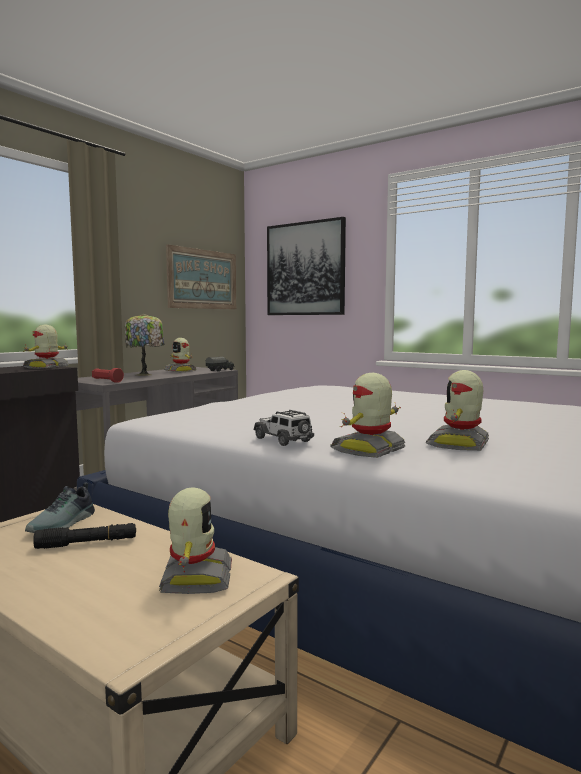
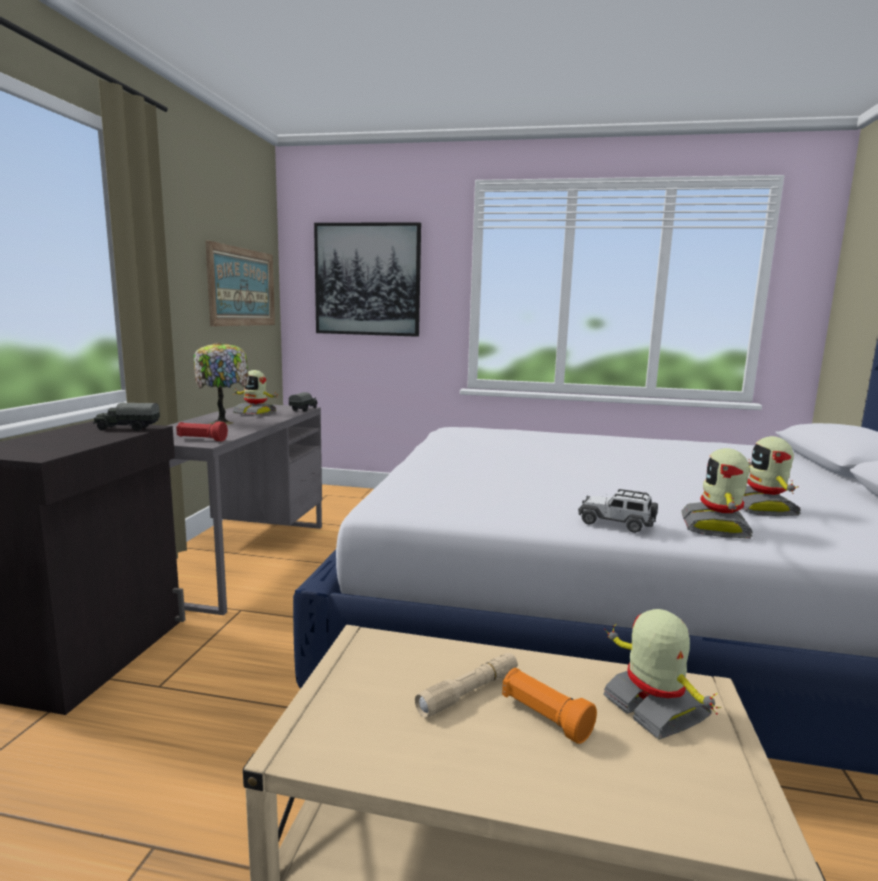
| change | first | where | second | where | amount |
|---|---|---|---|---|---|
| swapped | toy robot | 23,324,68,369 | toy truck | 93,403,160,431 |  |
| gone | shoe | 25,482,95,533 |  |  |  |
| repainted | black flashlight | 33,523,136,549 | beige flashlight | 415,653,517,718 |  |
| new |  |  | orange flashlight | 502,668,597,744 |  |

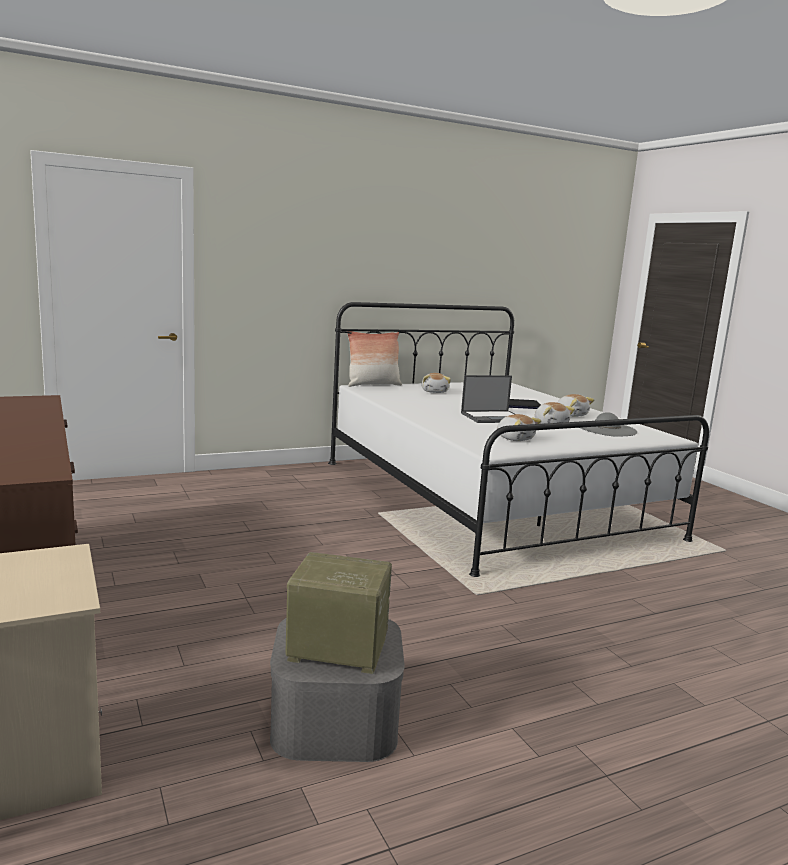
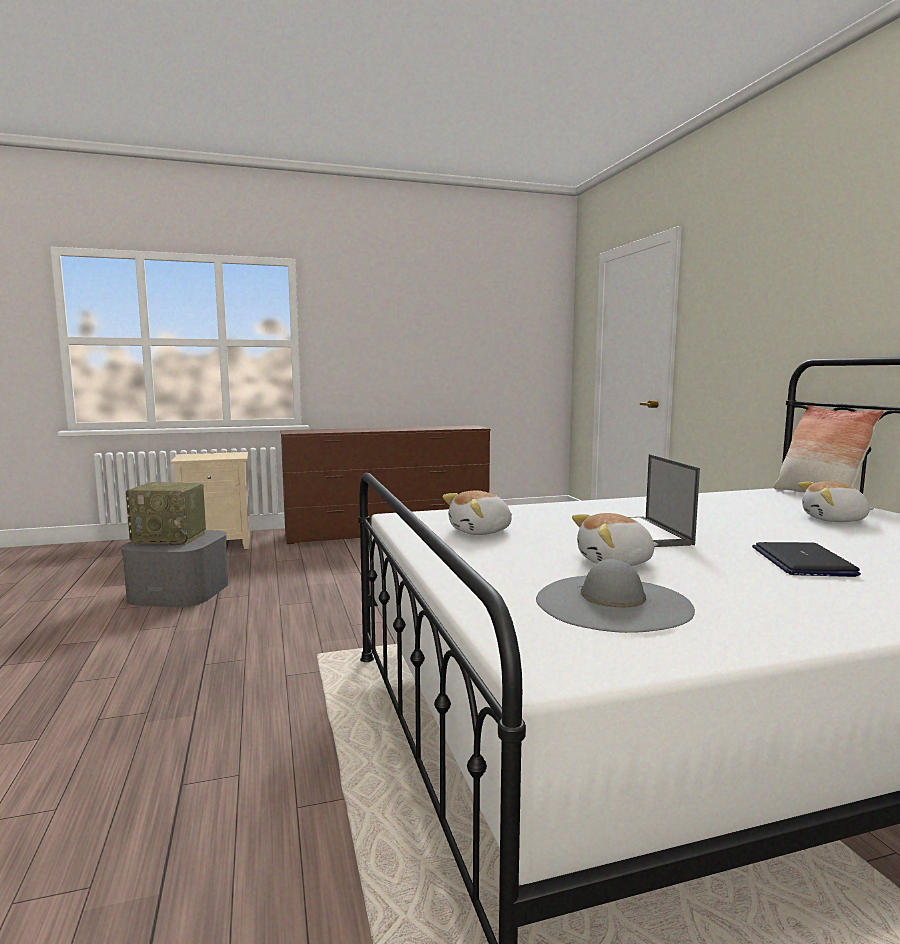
| change | first | where | second | where | amount |
|---|---|---|---|---|---|
| rotated | radio | 285,552,392,674 |  | 126,482,206,545 | 75 degrees clockwise |
| gone | plush toy | 557,394,594,417 |  |  |  |

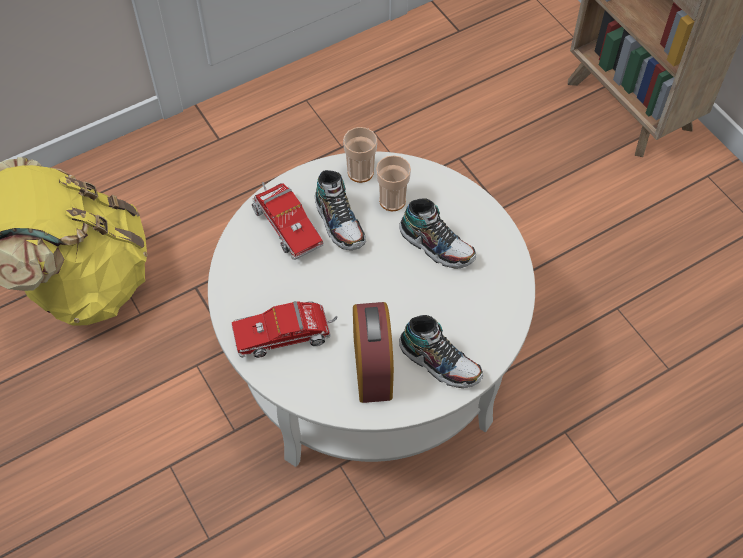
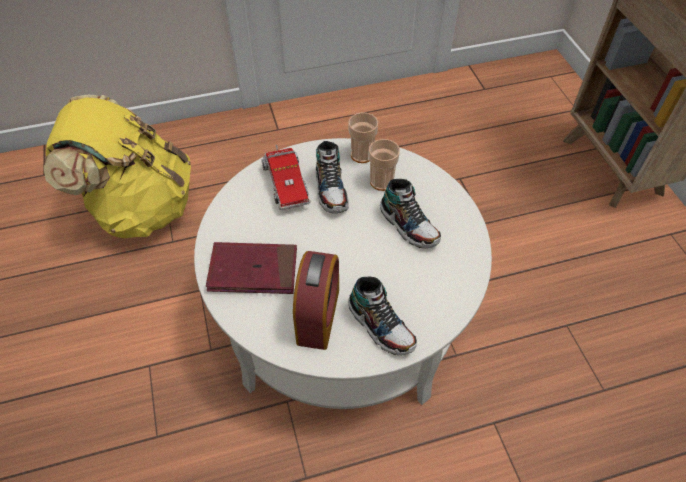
| change | first | where | second | where | amount |
|---|---|---|---|---|---|
| swapped | toy truck | 232,301,337,358 | red book | 206,242,297,294 |  |

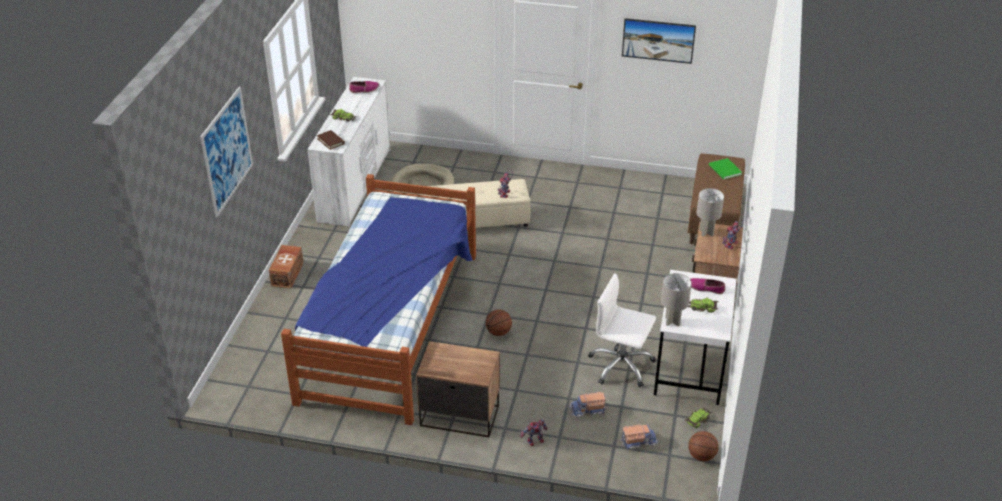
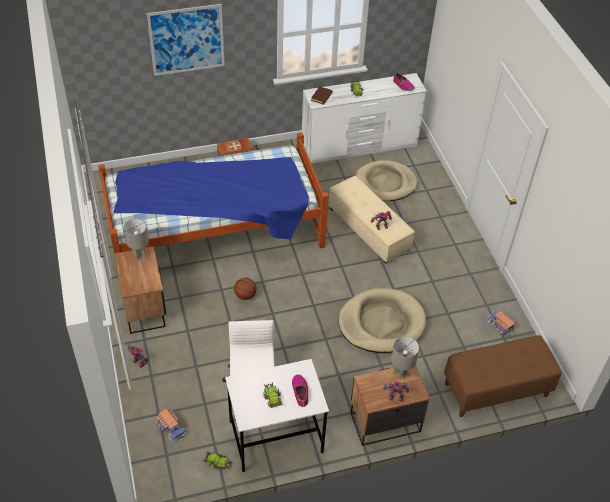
| change | first | where | second | where | amount |
|---|---|---|---|---|---|
| shifted | toy truck | 569,392,606,417 |  | 486,311,515,335 |  |
| gone | picture | 622,18,696,64 |  |  |  |
| shifted | grey table lamp | 661,273,692,326 |  | 123,219,149,260 |  |
| gone | basketball | 688,431,719,461 |  |  |  |
| gone | green book | 709,158,742,180 |  |  |  |
| new |  |  | beige dog bed | 338,288,426,353 |  |

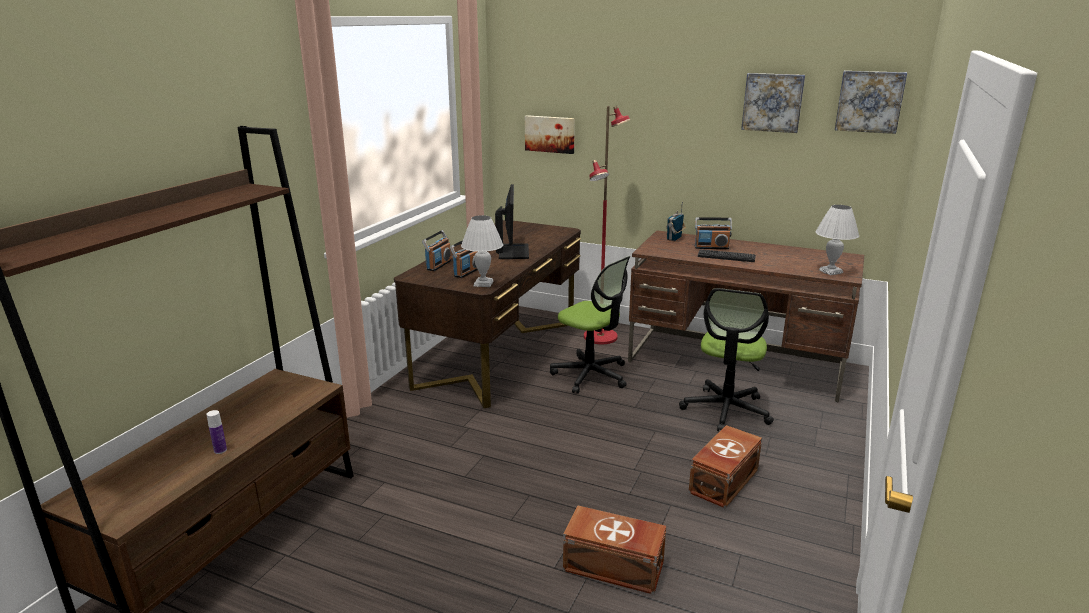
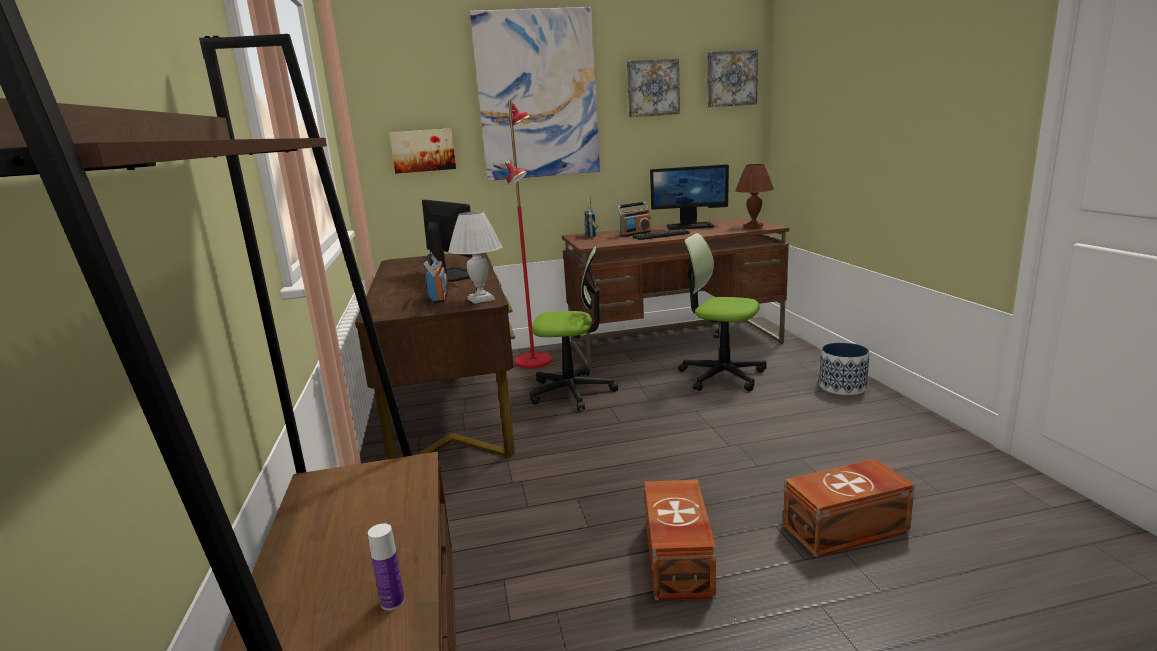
| change | first | where | second | where | amount |
|---|---|---|---|---|---|
| gone | radio | 422,230,452,271 |  |  |  |
| rotated | office chair | 679,288,774,431 |  | 678,233,767,392 | 135 degrees clockwise |
| shifted | brown storage box | 688,425,762,508 |  | 645,480,716,600 |  |
| repainted | white table lamp | 815,205,859,275 | brown table lamp | 735,164,774,228 |  |
| new |  |  | picture | 470,7,600,181 |  |
| new |  |  | monitor | 650,164,729,230 |  |
| new |  |  | planter | 819,342,870,395 |  |

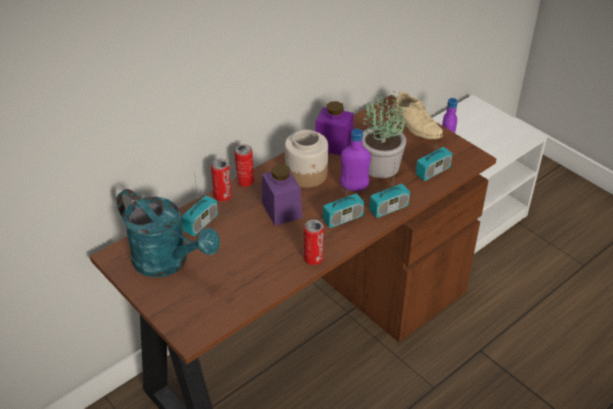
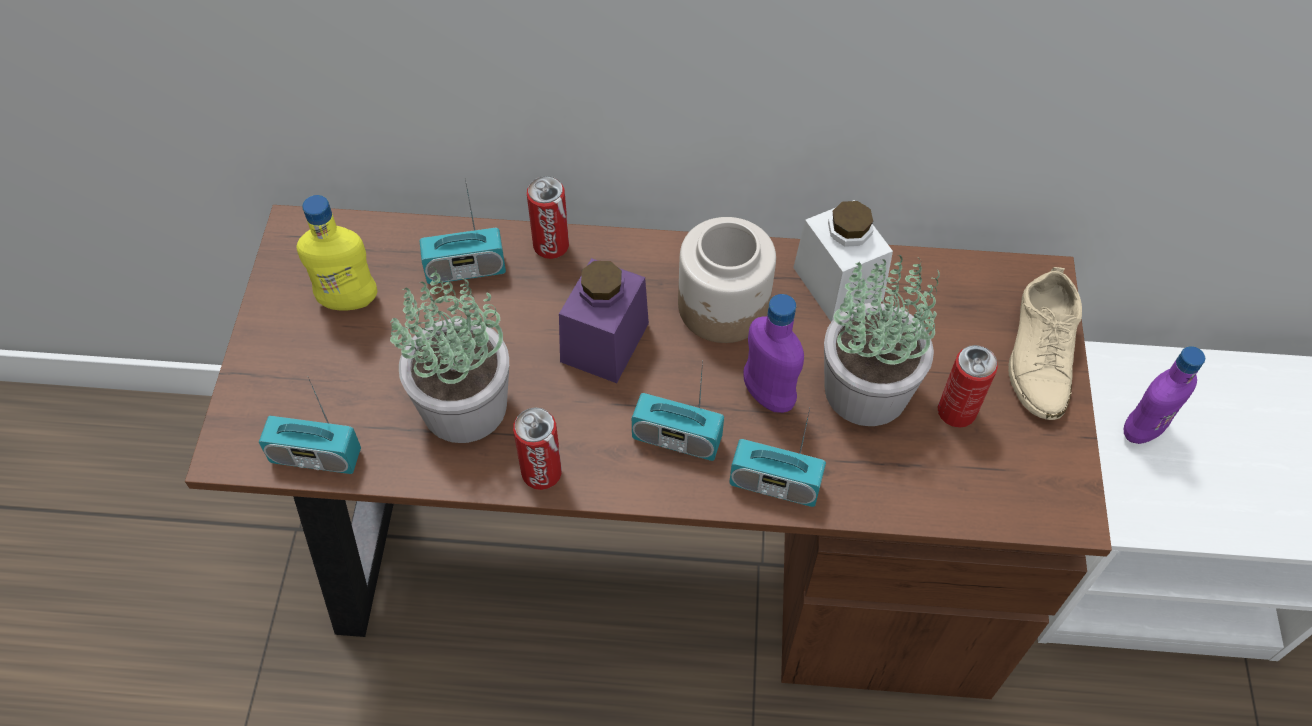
| change | first | where | second | where | amount |
|---|---|---|---|---|---|
| swapped | turquoise watering can | 116,189,220,278 | yellow bottle | 296,195,377,311 |  |
| shifted | can | 235,144,254,187 |  | 938,345,998,428 |  |
| repainted | purple jar | 315,101,354,155 | white jar | 793,200,893,322 |  |
| shifted | radio | 416,126,453,181 |  | 259,377,361,474 |  |
| new |  |  | potted plant | 390,267,509,443 |  |

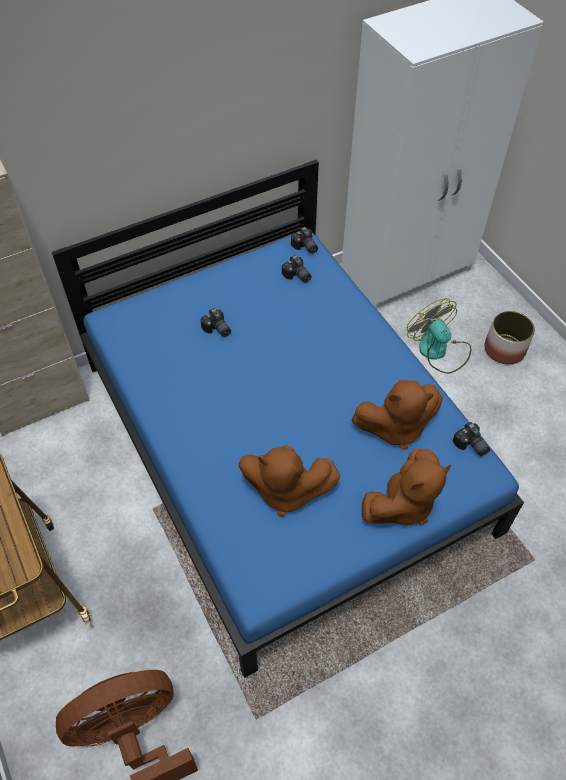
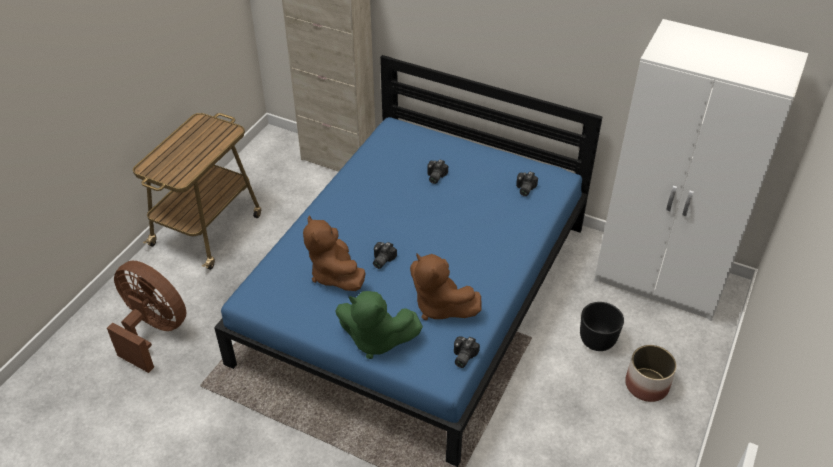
| change | first | where | second | where | amount |
|---|---|---|---|---|---|
| shifted | photo camera | 291,227,318,254 |  | 373,242,397,269 |  |
| repainted | brown plush toy | 362,448,451,525 | green plush toy | 335,291,423,359 |  |
| swapped | fan | 407,298,471,374 | black planter | 580,302,624,351 |  |

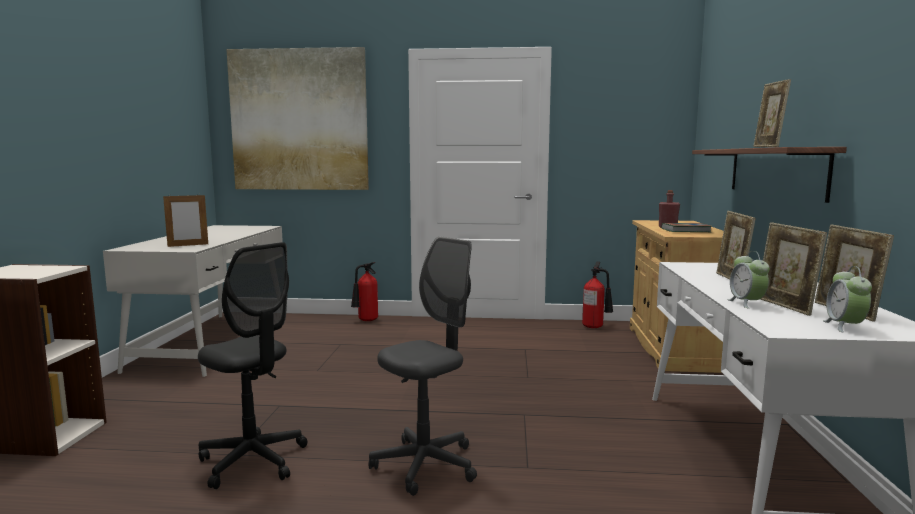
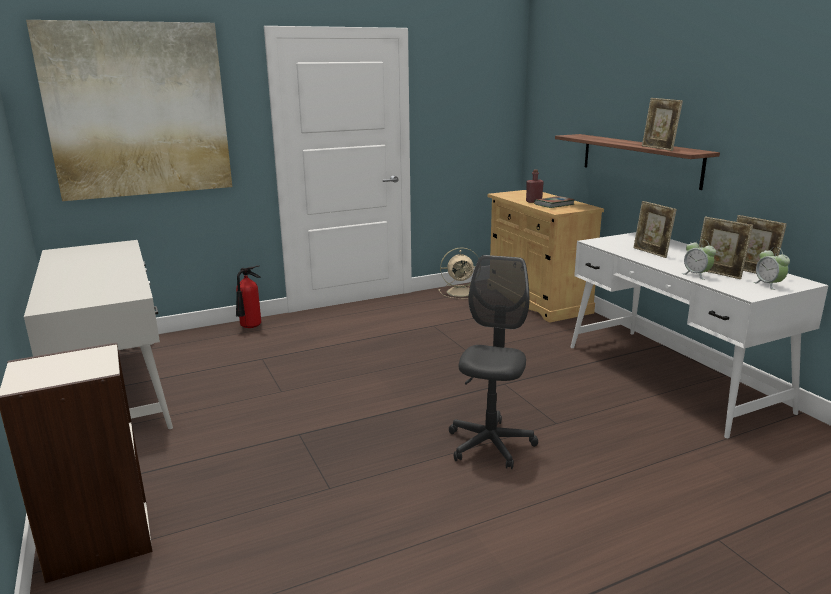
| change | first | where | second | where | amount |
|---|---|---|---|---|---|
| gone | picture frame | 163,194,208,247 |  |  |  |
| gone | black office chair | 198,242,307,489 |  |  |  |
| swapped | fire extinguisher | 582,261,613,328 | beige fan | 438,247,479,299 |  |

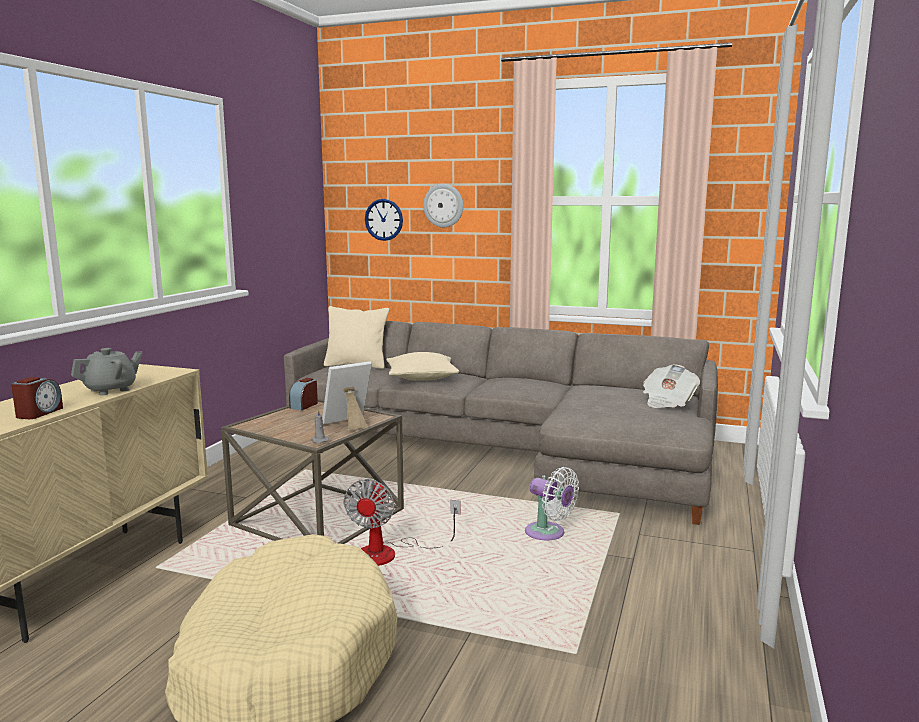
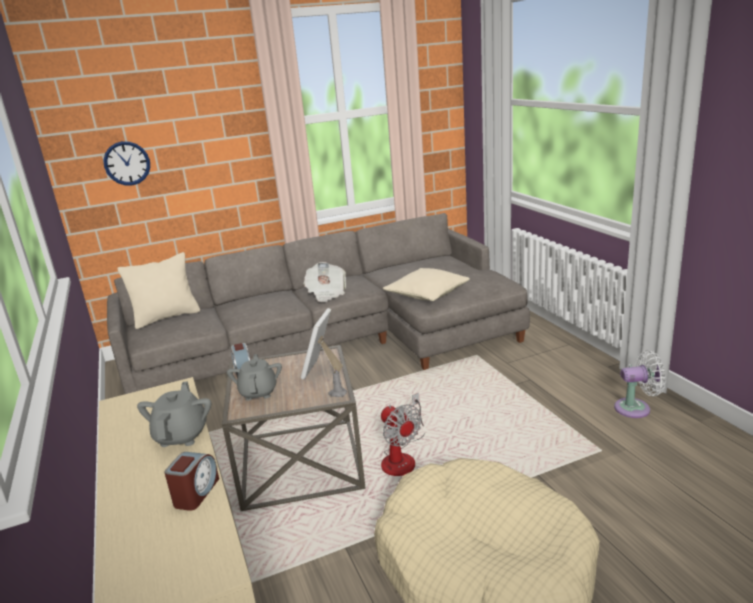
| change | first | where | second | where | amount |
|---|---|---|---|---|---|
| rotated | alarm clock | 11,377,63,419 |  | 164,452,219,511 | 45 degrees clockwise |
| shifted | beige pillow | 386,352,459,381 |  | 383,268,470,301 |  |
| gone | wall clock | 423,184,463,227 |  |  |  |
| shifted | white fan | 525,467,579,540 |  | 614,350,666,418 |  |
| shifted | newspaper | 643,364,700,408 |  | 303,262,346,302 |  |
| new |  |  | grey teapot | 227,354,282,401 |  |

